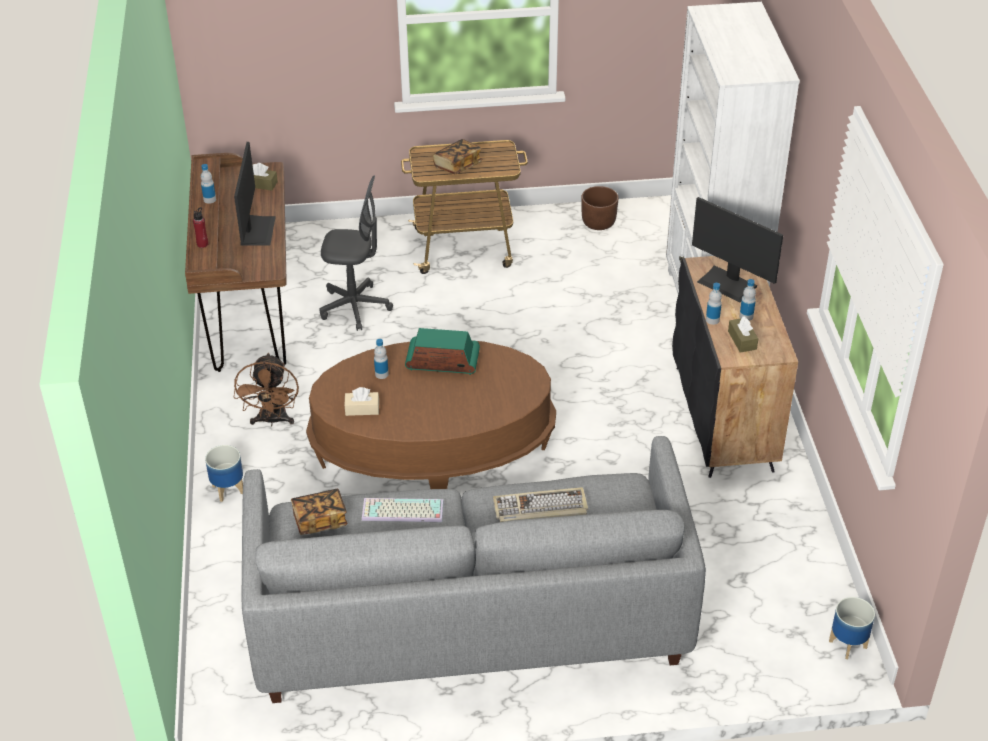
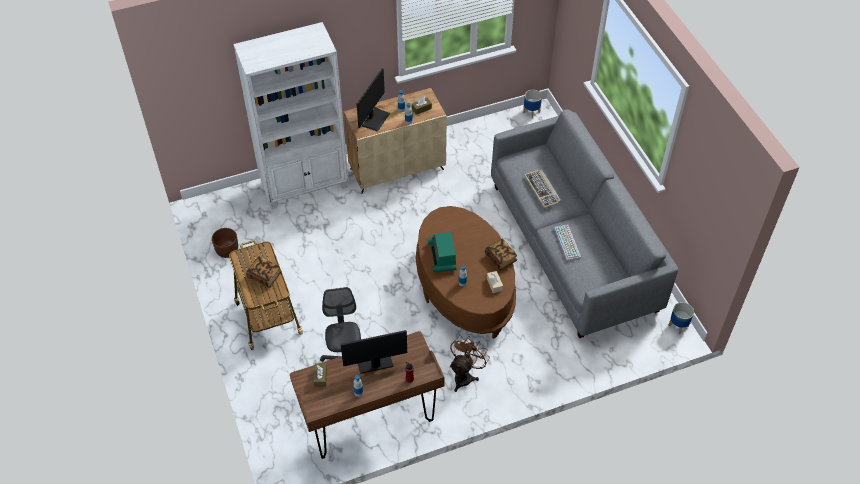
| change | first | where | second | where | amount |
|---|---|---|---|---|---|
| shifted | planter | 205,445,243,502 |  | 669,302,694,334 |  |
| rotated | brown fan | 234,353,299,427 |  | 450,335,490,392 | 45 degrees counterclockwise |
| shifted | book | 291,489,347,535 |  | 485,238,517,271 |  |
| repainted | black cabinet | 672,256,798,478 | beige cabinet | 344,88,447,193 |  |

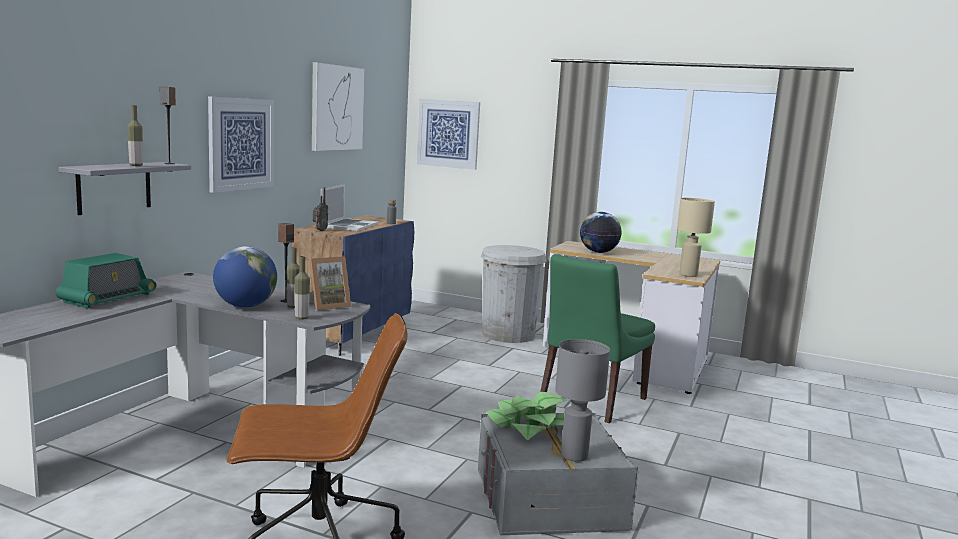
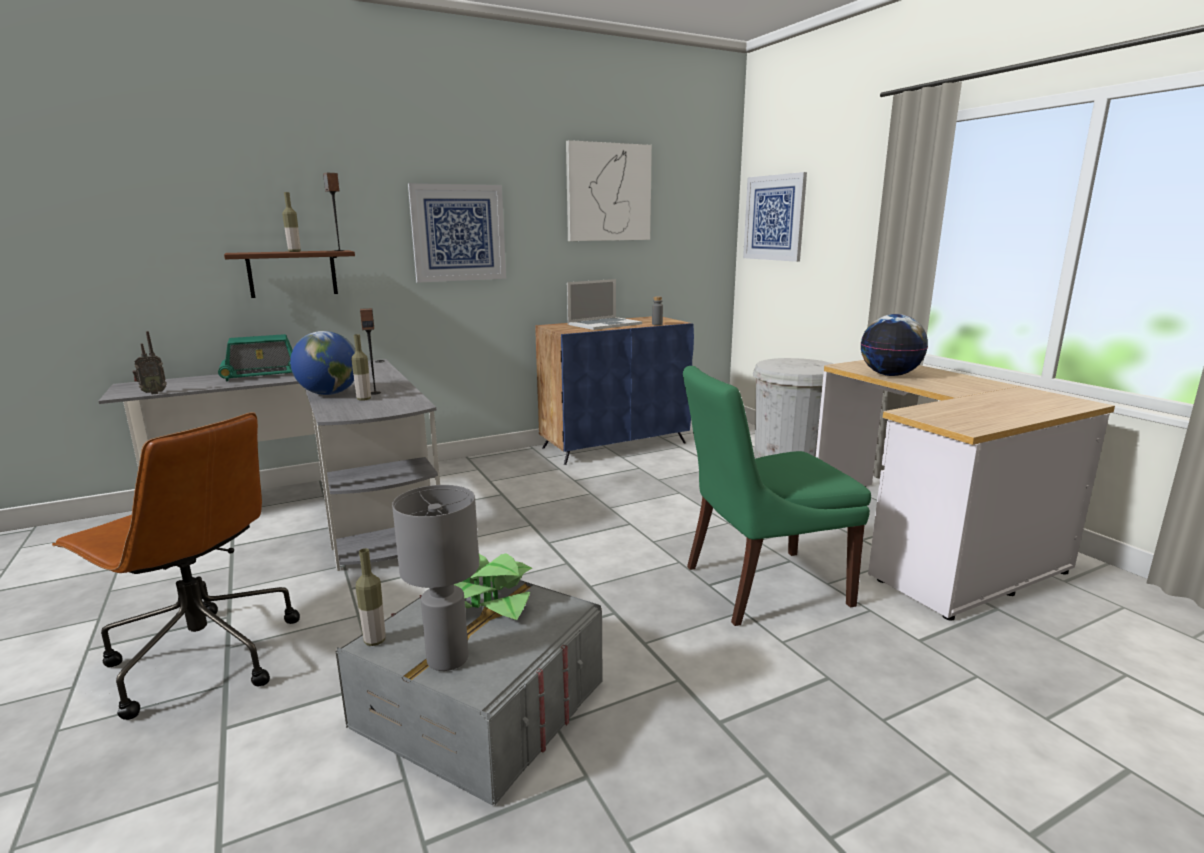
| change | first | where | second | where | amount |
|---|---|---|---|---|---|
| repainted | grey shelf | 58,162,191,215 | brown shelf | 224,250,355,298 |  |
| shifted | bottle | 295,256,310,320 |  | 355,548,386,646 |  |
| gone | picture frame | 309,256,351,311 |  |  |  |
| shifted | radio | 312,187,328,231 |  | 132,331,167,395 |  |
| gone | beige table lamp | 677,198,715,277 |  |  |  |

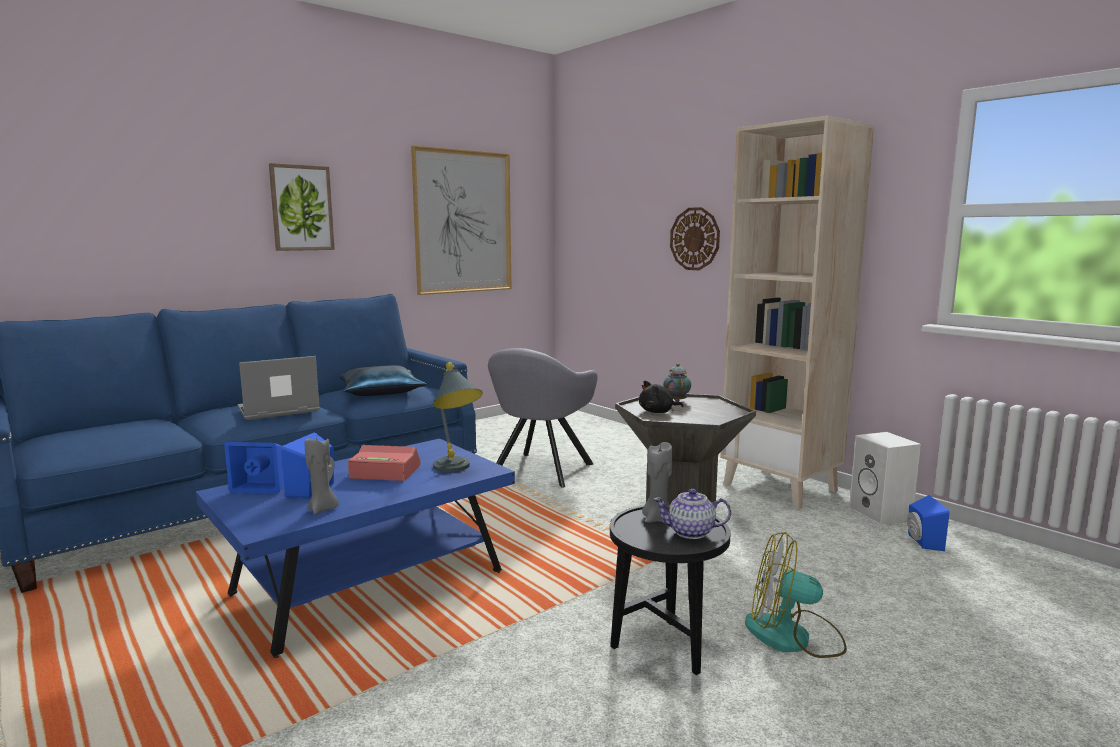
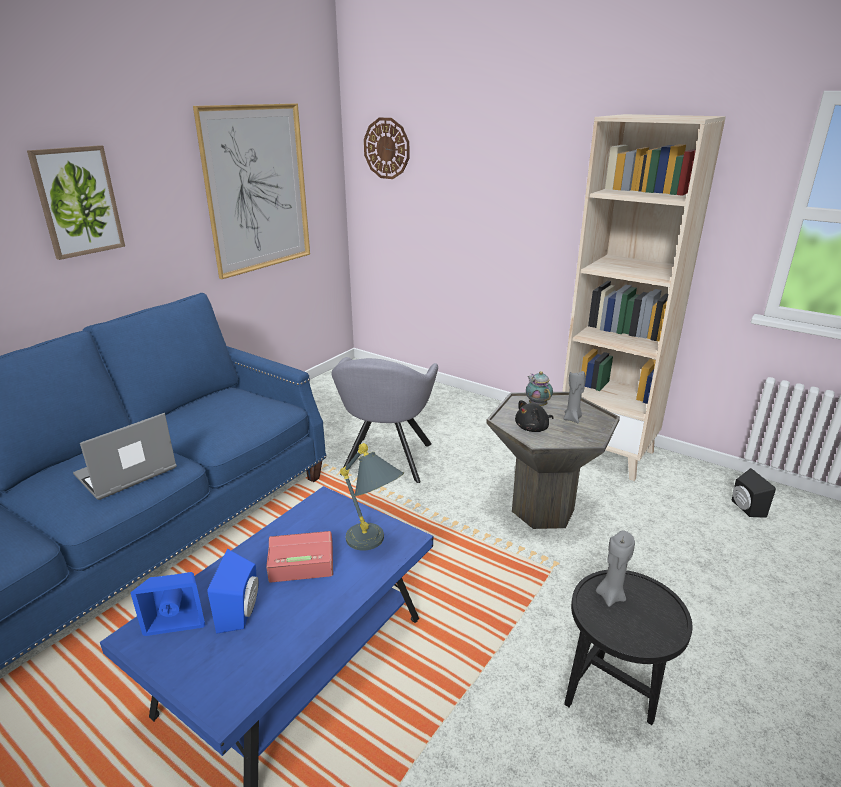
| change | first | where | second | where | amount |
|---|---|---|---|---|---|
| shifted | grey candle | 305,435,339,515 |  | 564,371,586,423 |  |
| gone | blue pillow | 339,365,426,396 |  |  |  |
| gone | teapot | 653,489,731,539 |  |  |  |
| shifted | wall clock | 670,207,720,270 |  | 364,118,409,179 |  |
| gone | fan | 745,532,847,658 |  |  |  |
| gone | white speaker | 849,432,921,525 |  |  |  |
| repainted | blue speaker | 907,495,950,551 | black speaker | 732,468,776,518 |  |

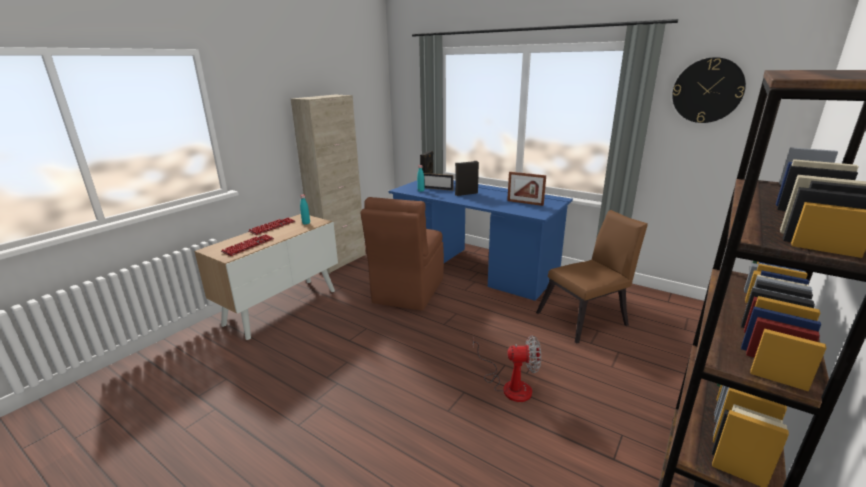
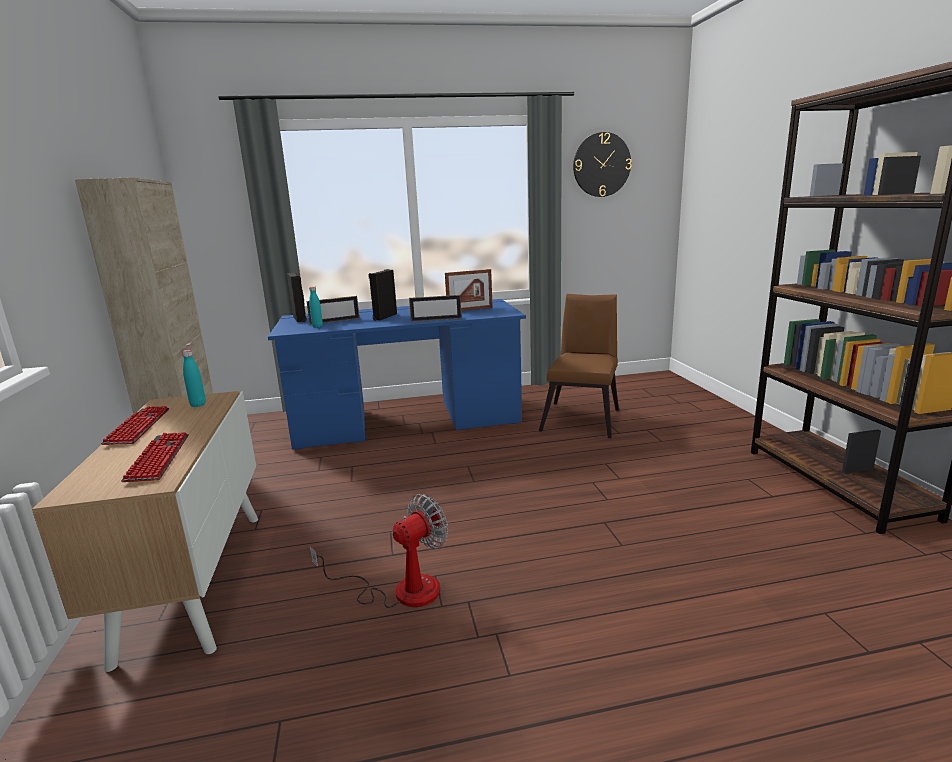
| change | first | where | second | where | amount |
|---|---|---|---|---|---|
| gone | brown chair | 361,197,444,311 |  |  |  |
| shifted | fan | 473,335,541,402 |  | 310,494,448,608 |  |
| new |  |  | picture frame | 409,295,462,322 |  |

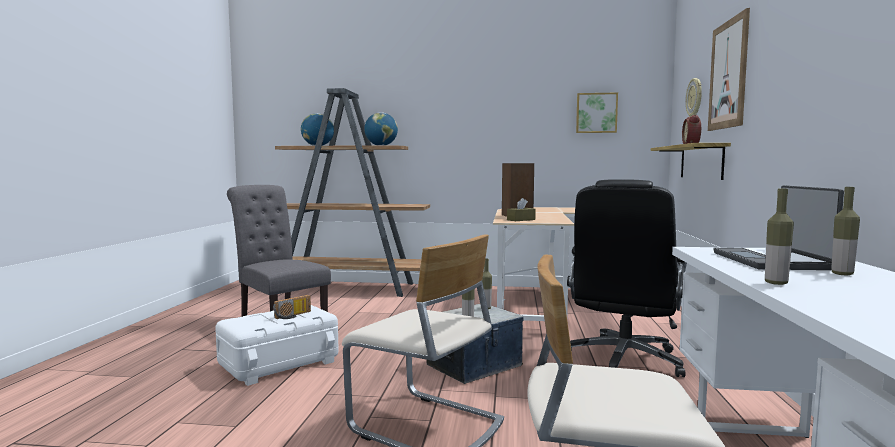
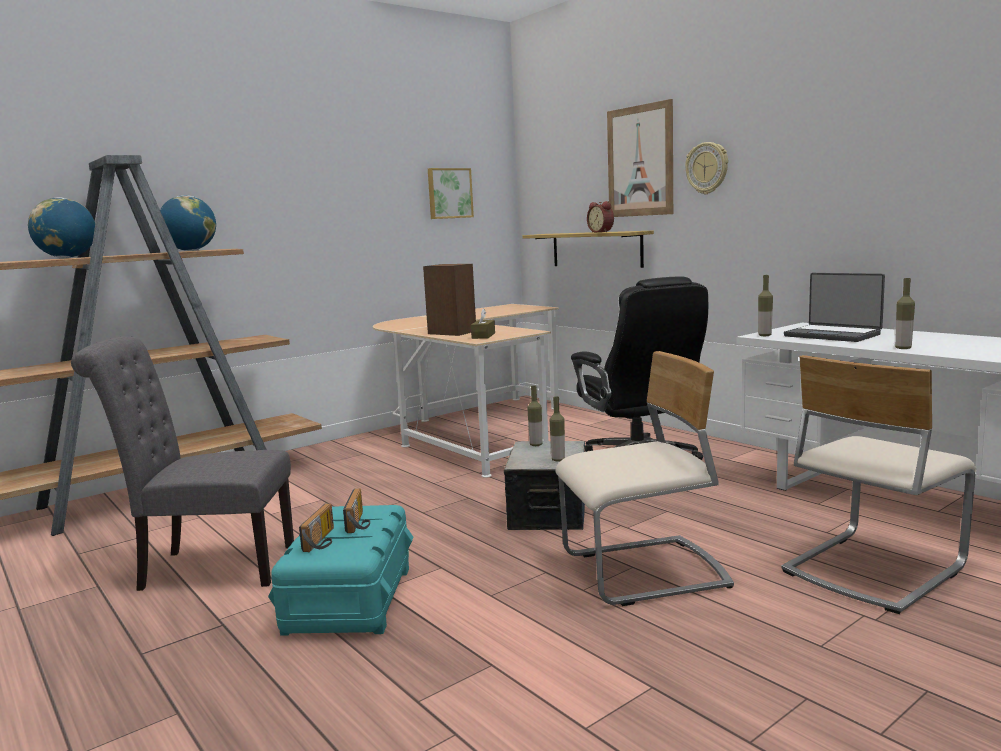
| change | first | where | second | where | amount |
|---|---|---|---|---|---|
| repainted | white storage box | 215,305,338,386 | turquoise storage box | 268,505,414,635 |  |
| shifted | wall clock | 686,78,702,117 |  | 685,142,728,194 |  |
| shifted | bottle | 831,187,860,275 |  | 758,275,773,336 |  |
| new |  |  | radio | 299,504,334,552 |  |

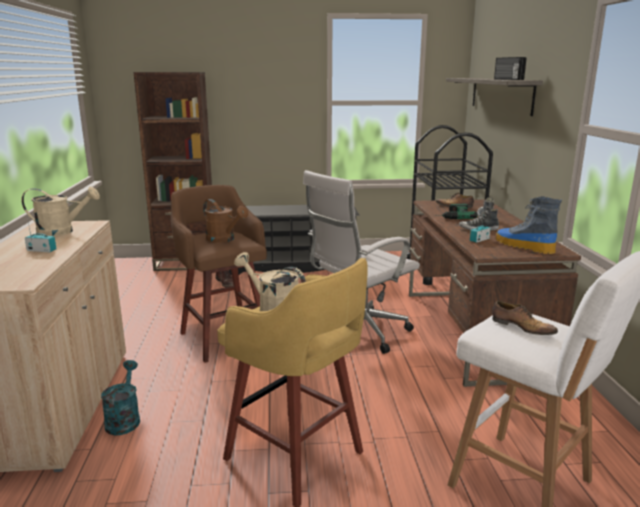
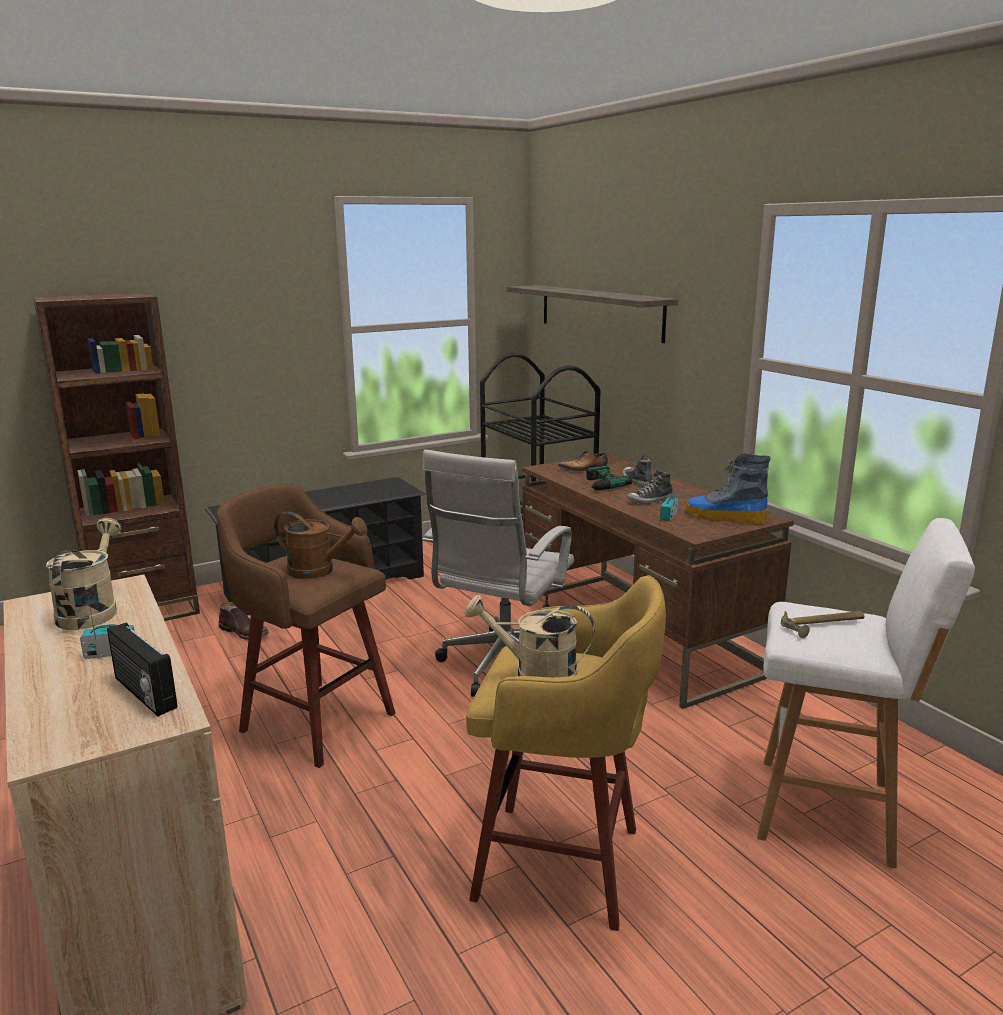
| change | first | where | second | where | amount |
|---|---|---|---|---|---|
| rotated | beige watering can | 21,187,100,236 |  | 46,518,122,630 | 60 degrees counterclockwise |
| gone | turquoise watering can | 101,360,140,435 |  |  |  |
| swapped | shoe | 492,301,558,335 | hammer | 781,611,864,638 |  |
| shifted | radio | 494,57,526,80 |  | 107,622,178,716 |  |

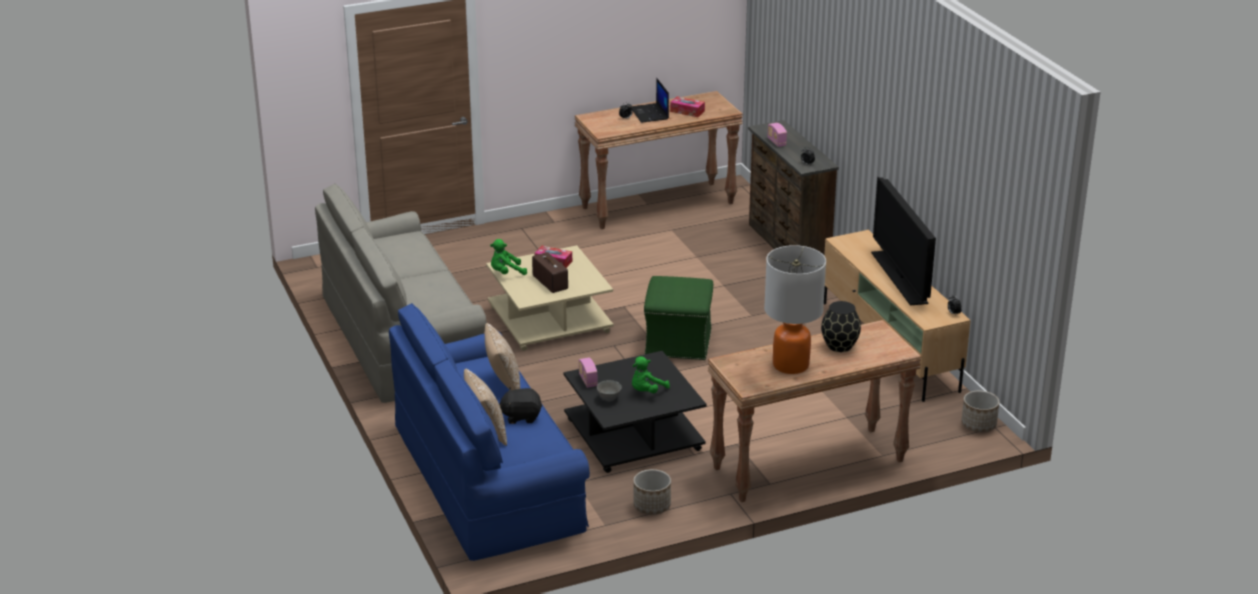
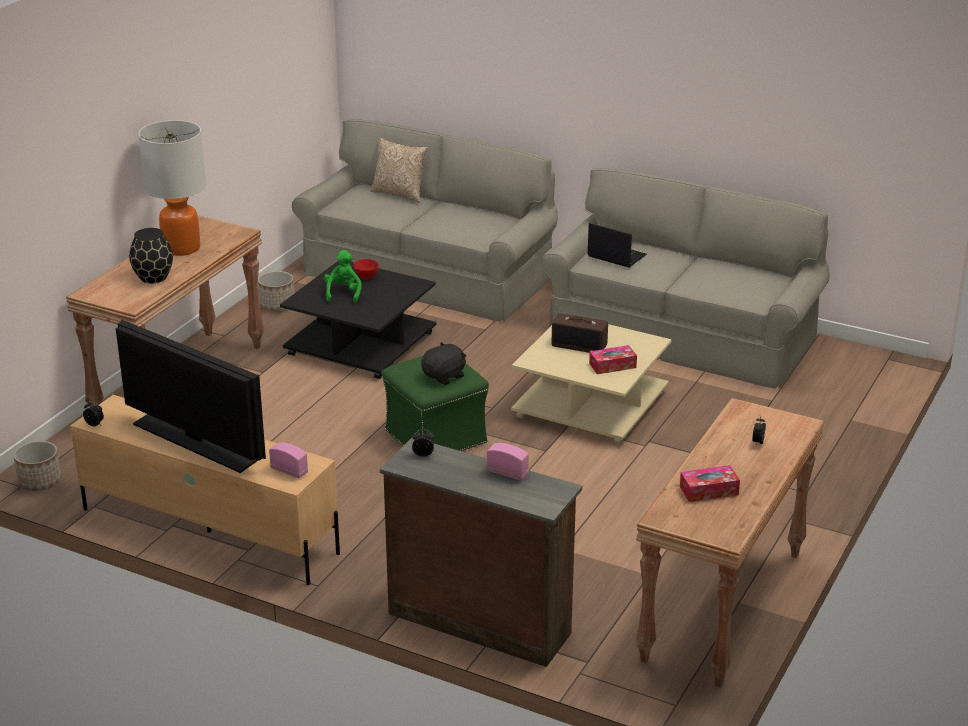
| change | first | where | second | where | amount |
|---|---|---|---|---|---|
| repainted | blue sofa | 389,303,590,561 | grey sofa | 292,119,558,322 |  |
| gone | pillow | 485,323,520,390 |  |  |  |
| gone | green plush toy | 490,239,527,275 |  |  |  |
| shifted | black plush toy | 499,387,542,424 |  | 421,342,466,385 |  |
| shifted | radio | 579,358,598,388 |  | 269,442,308,478 |  |
| repainted | grey bowl | 597,380,622,401 | red bowl | 353,259,379,279 |  |
| shifted | laptop | 630,78,669,123 |  | 587,223,647,268 |  |

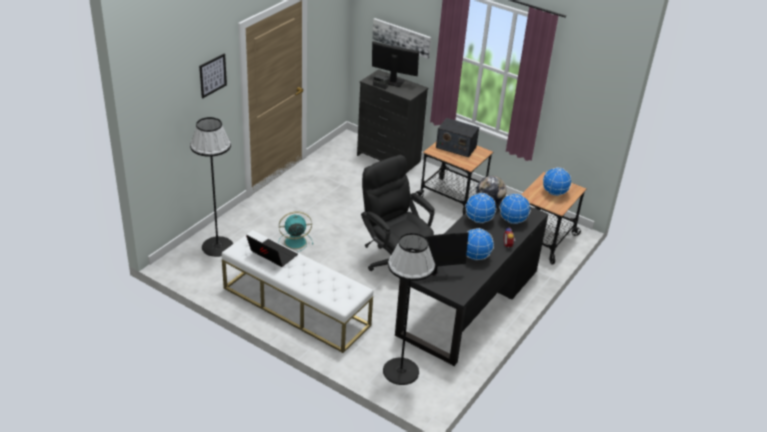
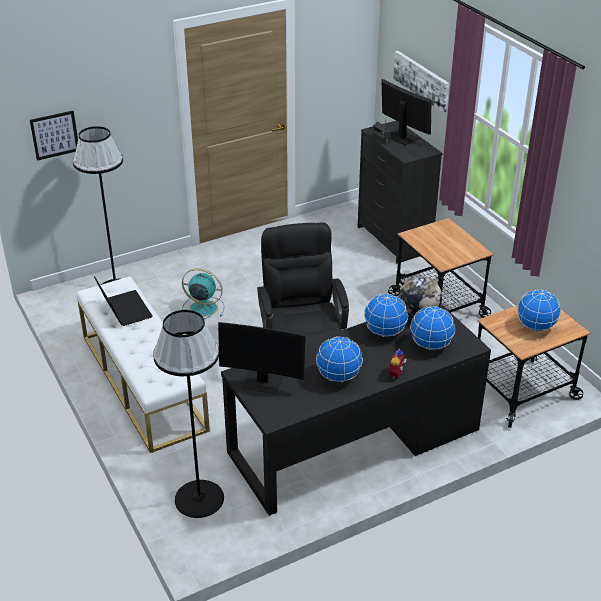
| change | first | where | second | where | amount |
|---|---|---|---|---|---|
| shifted | picture | 199,53,227,98 |  | 30,111,78,161 |  |
| gone | radio | 436,118,479,157 |  |  |  |

